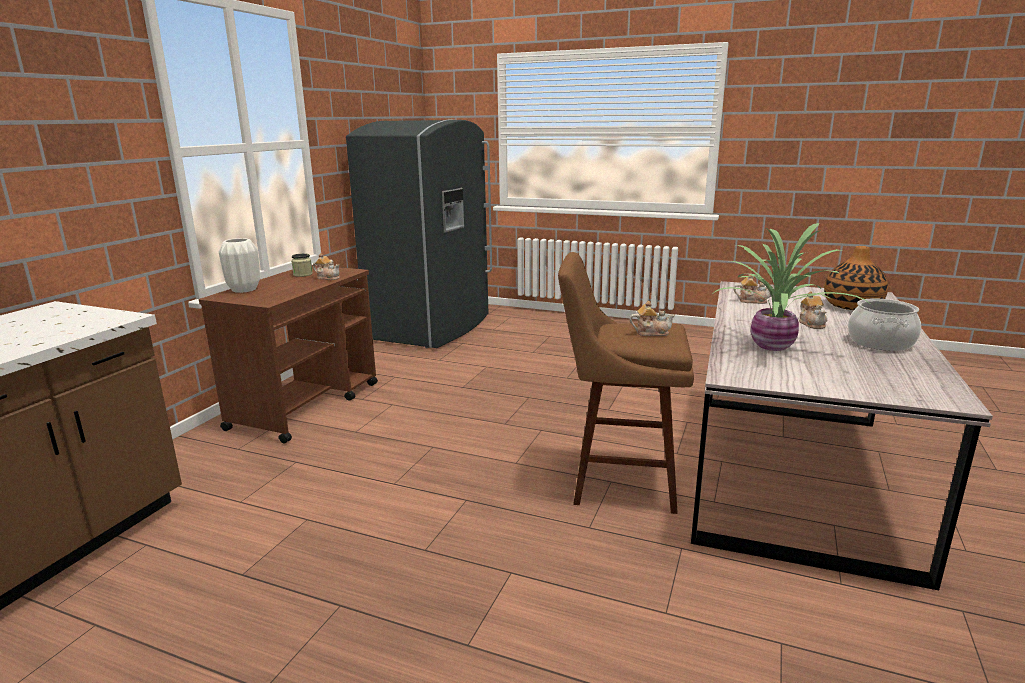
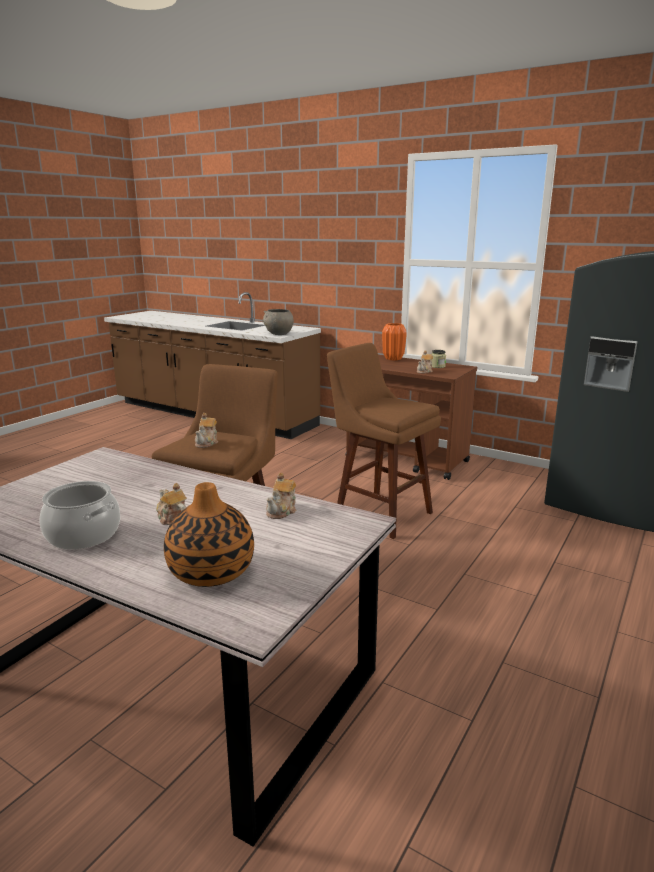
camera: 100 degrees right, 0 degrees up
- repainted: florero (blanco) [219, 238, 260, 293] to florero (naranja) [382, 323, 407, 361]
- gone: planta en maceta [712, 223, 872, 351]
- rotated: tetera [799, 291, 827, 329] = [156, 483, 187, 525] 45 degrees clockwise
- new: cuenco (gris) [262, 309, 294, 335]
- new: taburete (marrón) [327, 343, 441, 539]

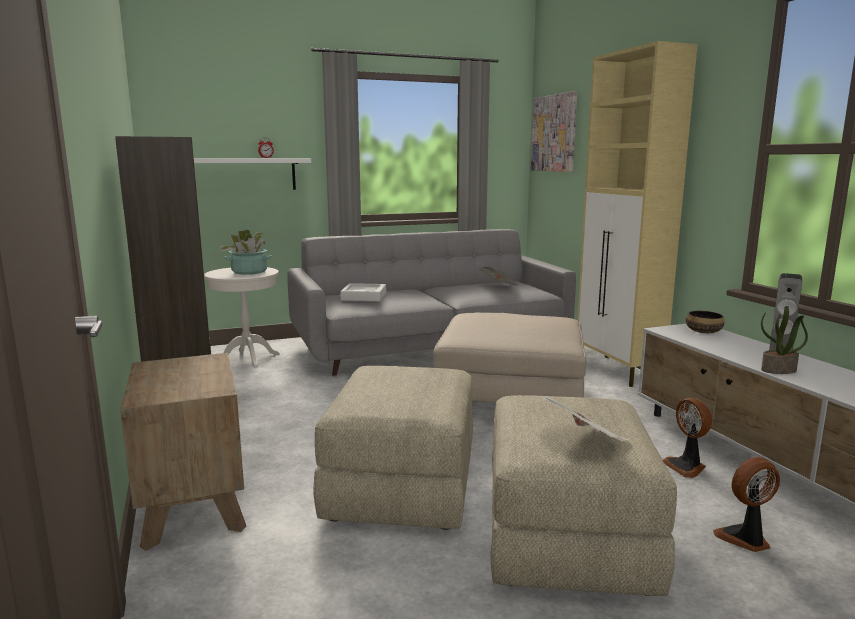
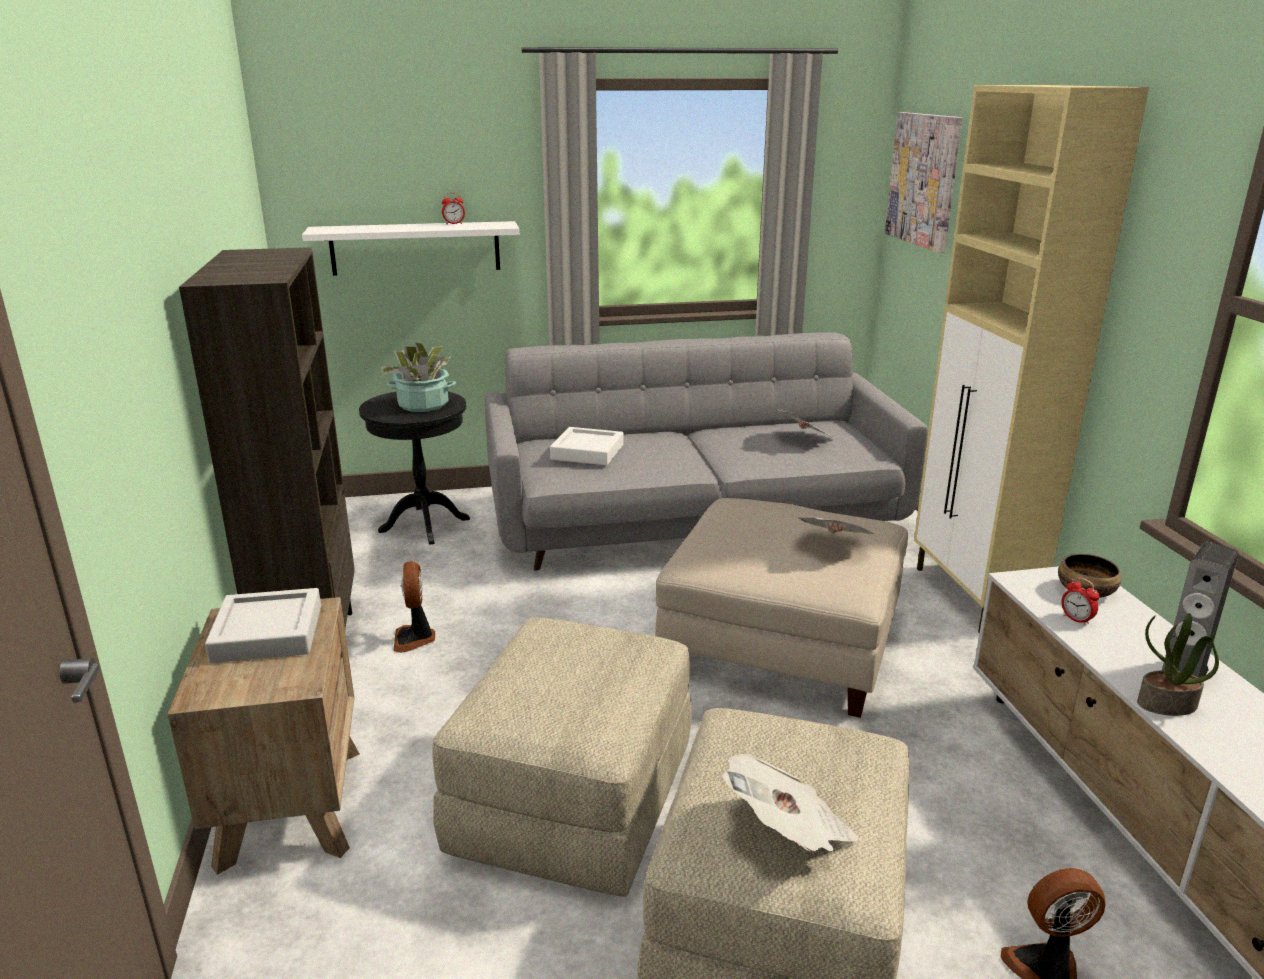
camera: 10 degrees right, 10 degrees up
- repainted: mesa auxiliar (blanco) [204, 267, 280, 368] to mesa auxiliar (negro) [359, 392, 470, 545]
- shifted: ventilador [663, 398, 712, 478] to [394, 561, 435, 653]
- new: bandeja (gris) [205, 588, 321, 663]
- new: periódico [793, 516, 874, 534]
- new: despertador [1061, 577, 1099, 626]

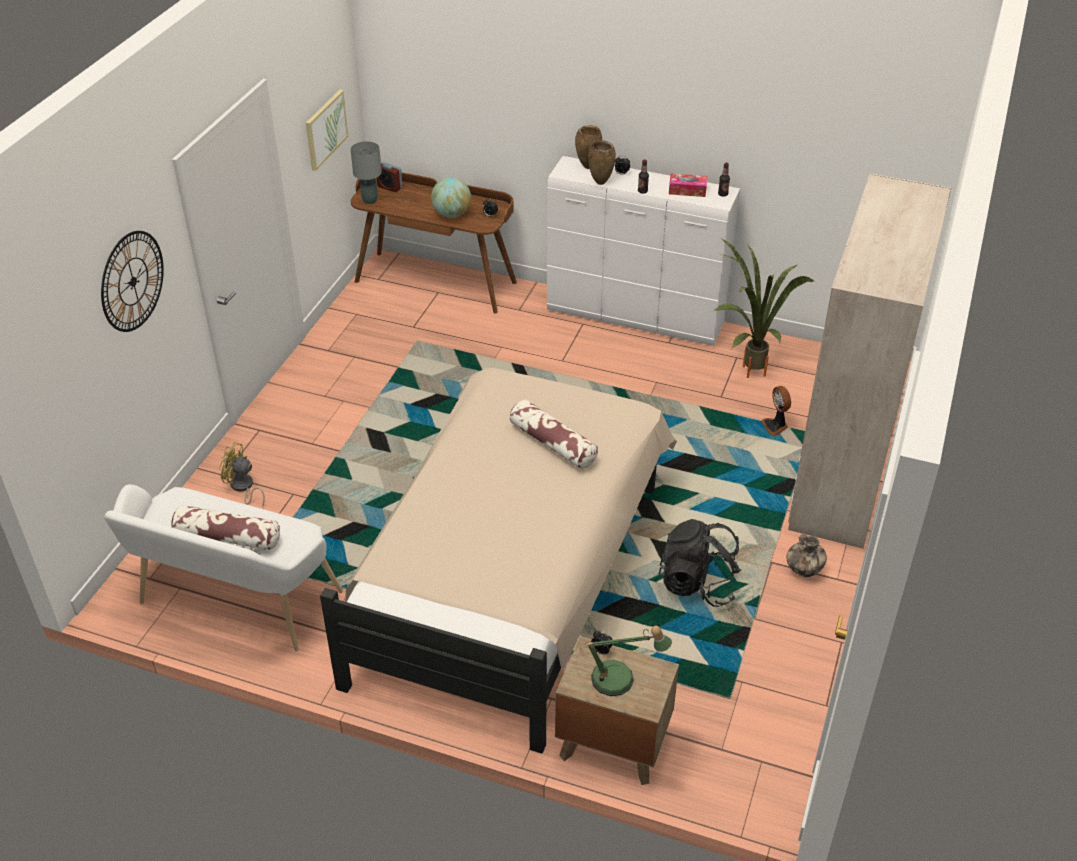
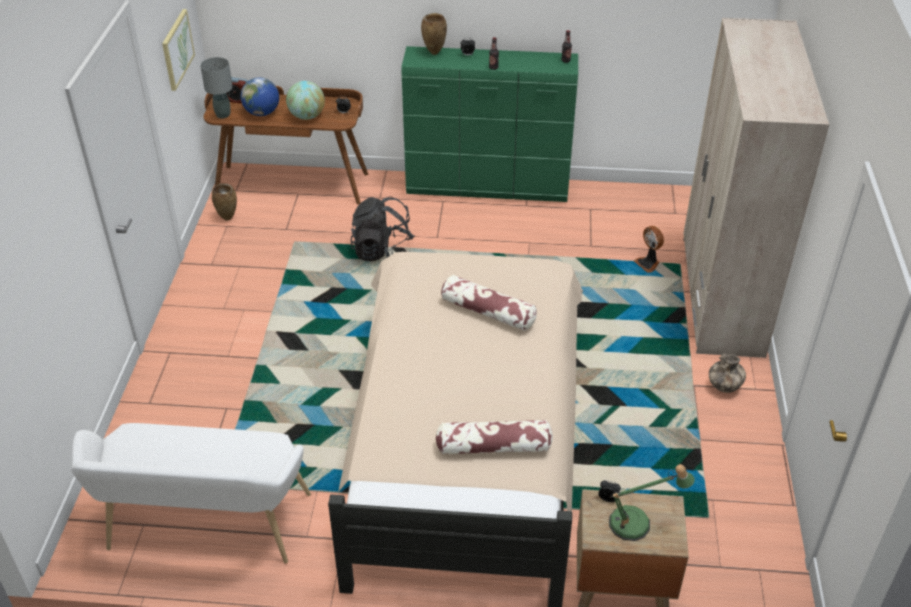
camera: 15 degrees left, 0 degrees up
- gone: reloj de pared [101, 231, 164, 332]
- shifted: cojín [171, 505, 280, 551] to [436, 420, 553, 454]
- gone: ventilador (amarillo) [219, 442, 265, 507]
- repainted: cómoda (blanco) [547, 156, 740, 346] to cómoda (verde) [401, 46, 578, 202]
- shifted: florero (marrón) [588, 140, 616, 185] to [212, 183, 237, 221]
- shifted: mochila (negro) [659, 519, 741, 607] to [351, 196, 415, 261]
- gone: caja de pañuelos [669, 173, 707, 197]
- gone: planta en maceta [714, 239, 814, 378]
- new: globo terráqueo [241, 77, 279, 116]

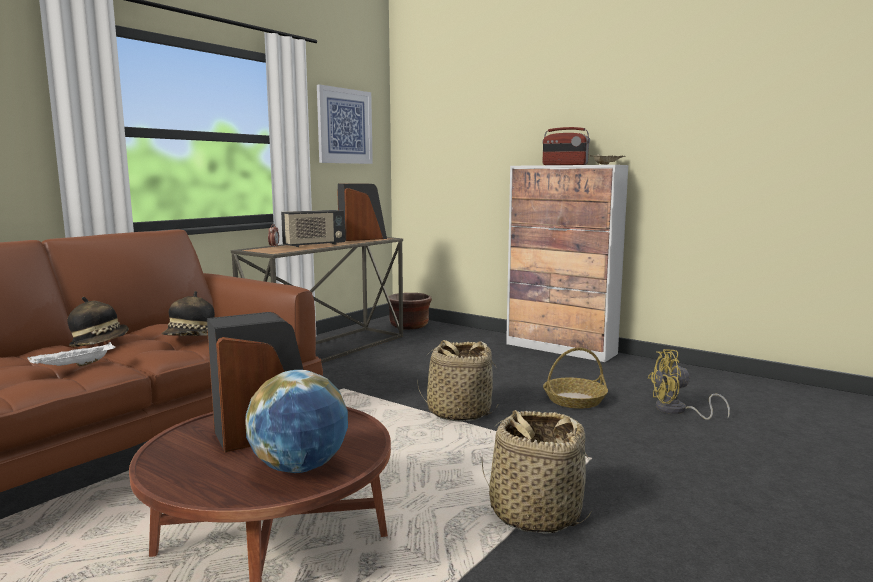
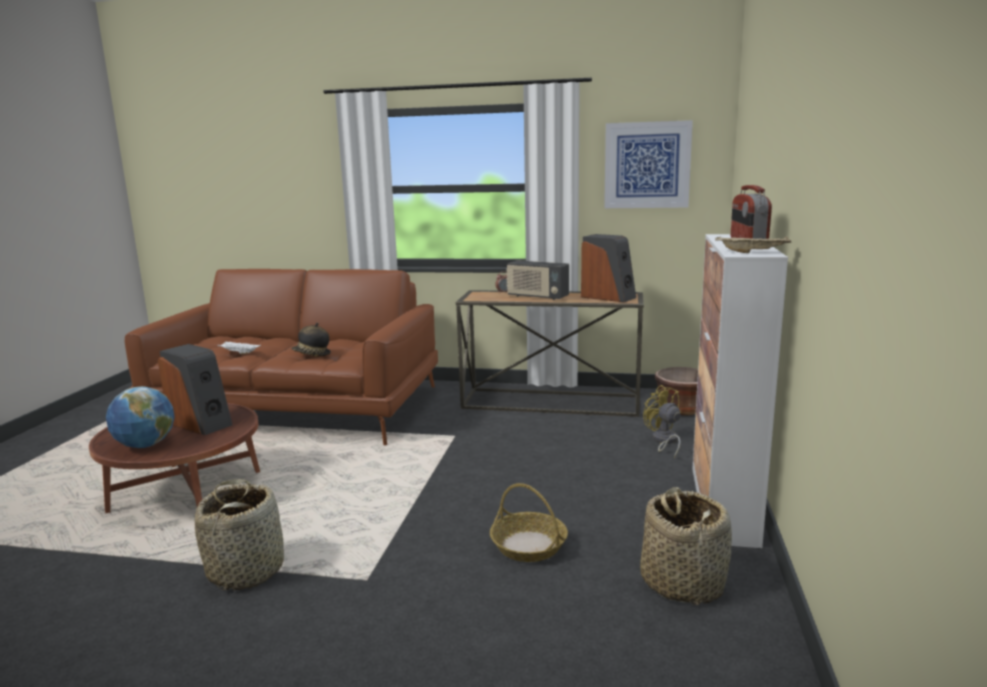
camera: 65 degrees right, 5 degrees up
- gone: sombrero [67, 297, 129, 347]
- shifted: cesta [417, 340, 499, 421] to [640, 487, 732, 605]
- shifted: ventilador (amarillo) [648, 349, 730, 420] to [643, 385, 681, 458]

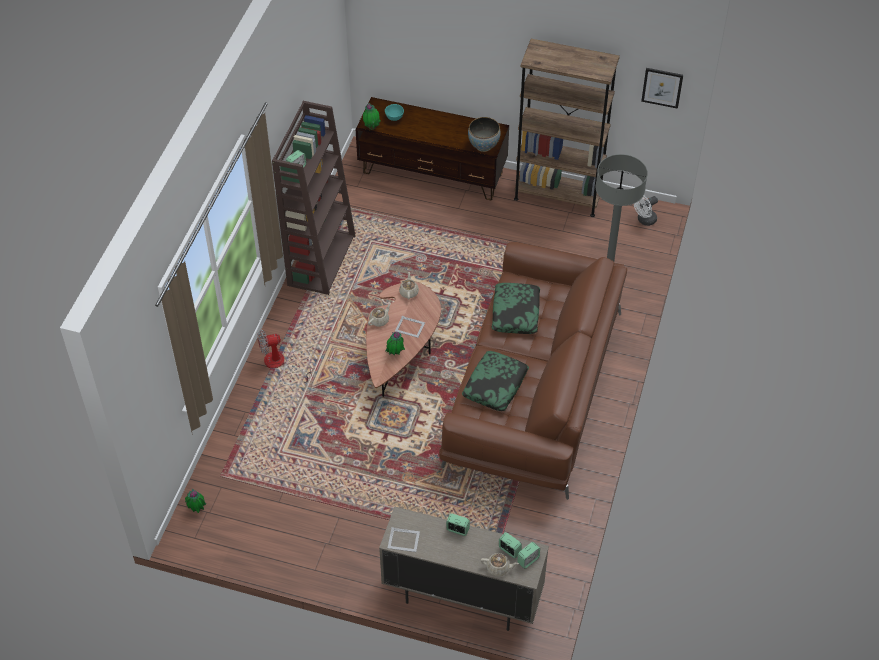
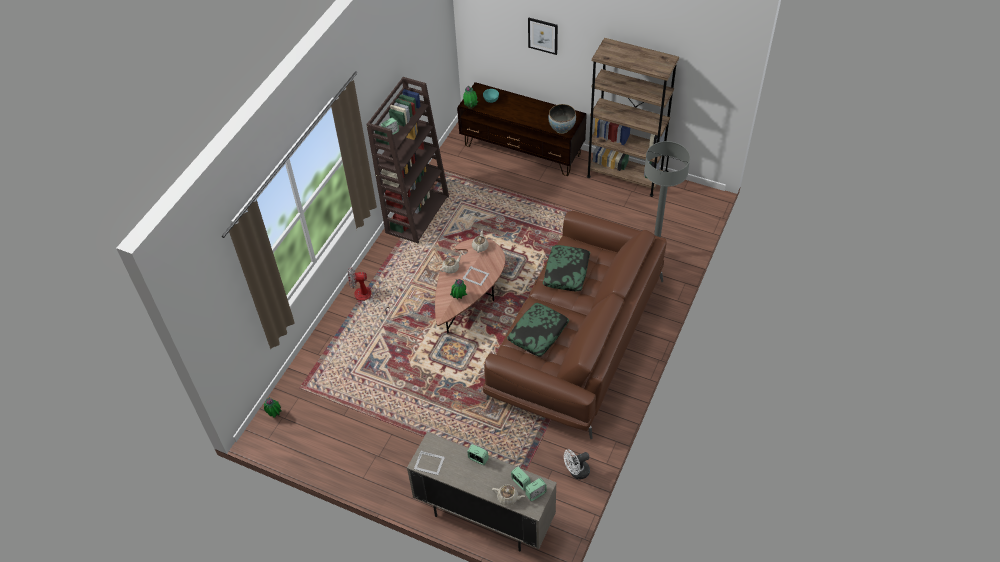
camera: 10 degrees right, 0 degrees up
- shifted: ventilador (blanco) [634, 196, 658, 226] to [564, 449, 590, 479]
- shifted: cuadro [641, 68, 683, 109] to [528, 18, 558, 55]

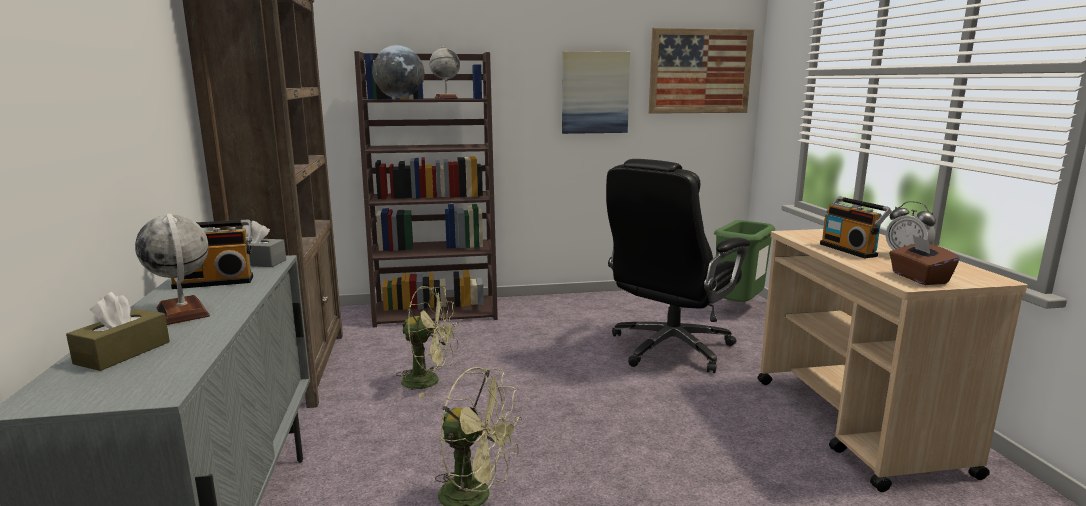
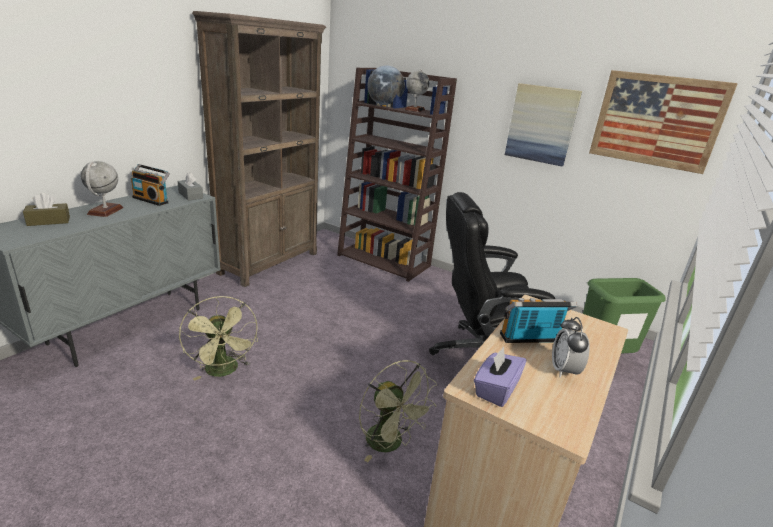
camera: 40 degrees right, 10 degrees up
- shifted: ventilador (verde) [396, 286, 459, 397] to [359, 360, 437, 462]
- rotated: radio [820, 197, 892, 258] = [500, 298, 578, 343] 60 degrees clockwise
- repainted: caja de pañuelos (marrón) [889, 235, 959, 285] to caja de pañuelos (morado) [474, 347, 526, 407]

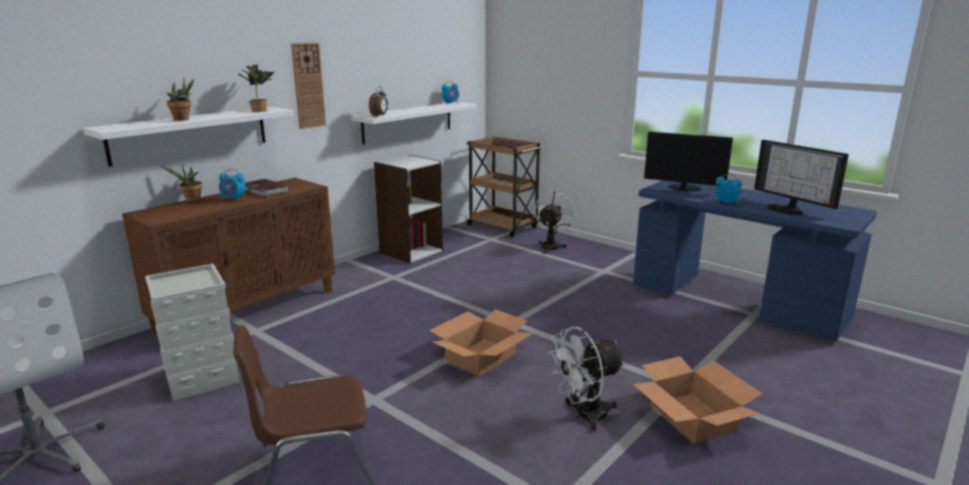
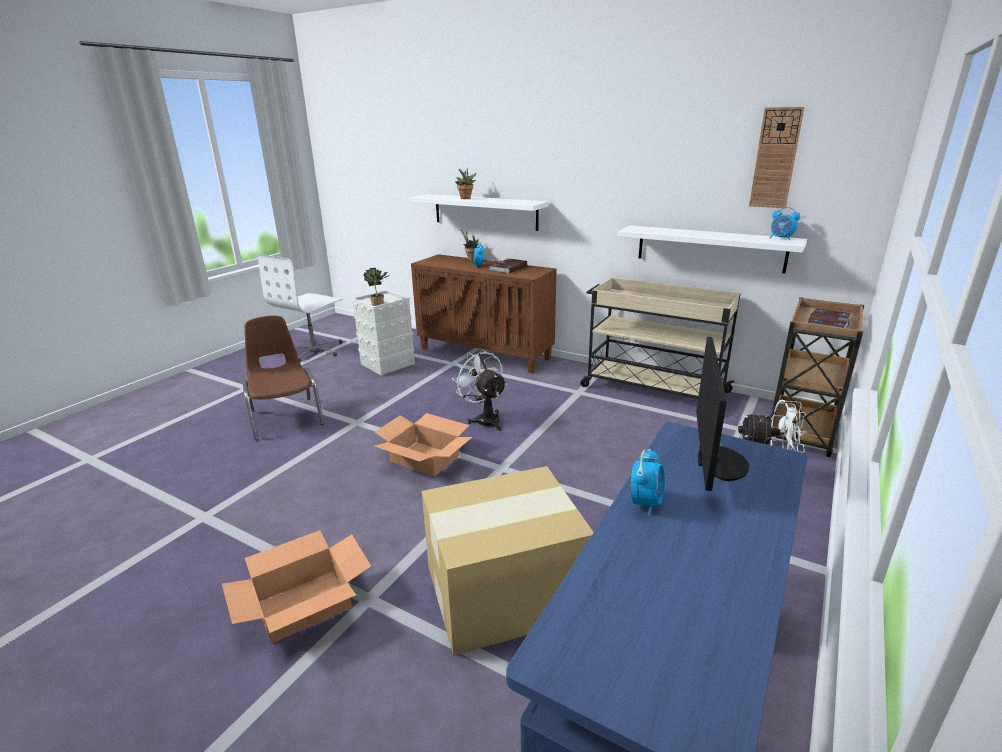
camera: 80 degrees right, 5 degrees up
- shifted: planta en maceta [238, 64, 274, 112] to [363, 268, 389, 306]
- shifted: reloj de pared [291, 43, 326, 129] to [749, 107, 805, 208]
- gone: despertador [369, 86, 388, 117]
- swapped: estantería (blanco) [374, 155, 443, 263] to carrito (beis) [580, 277, 740, 399]
- shifted: ventilador (blanco) [548, 327, 625, 431] to [452, 349, 507, 431]
- gone: monitor [754, 140, 849, 215]
- new: caja de cartón [422, 466, 594, 656]

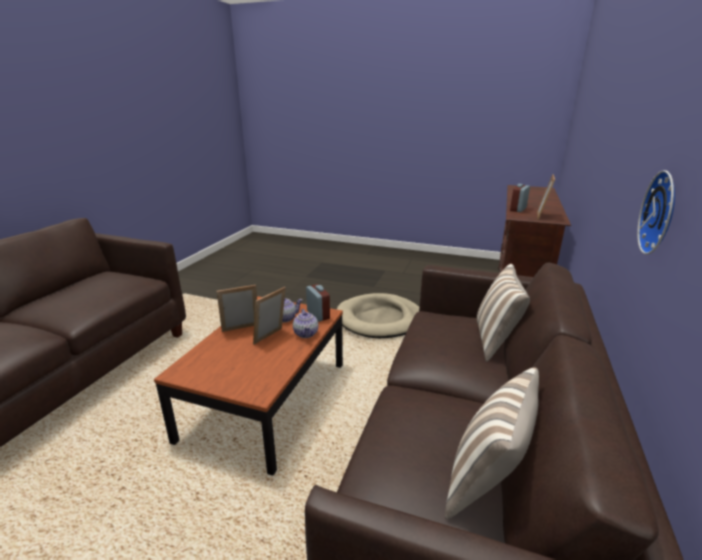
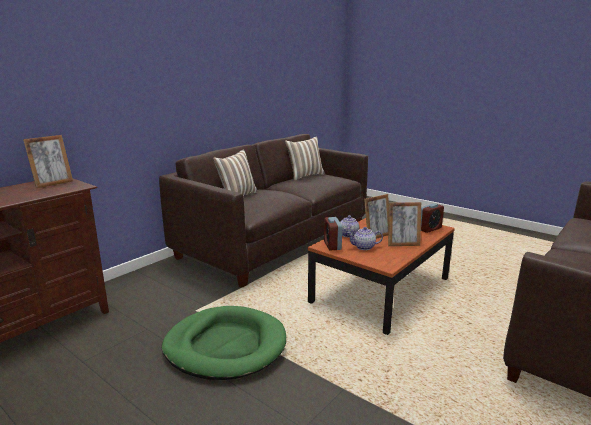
camera: 160 degrees left, 5 degrees down
- repainted: cama para perro (beis) [337, 293, 419, 338] to cama para perro (verde) [162, 306, 286, 380]
- shifted: despertador [510, 184, 530, 212] to [421, 203, 444, 233]
- gone: reloj de pared [637, 170, 675, 254]

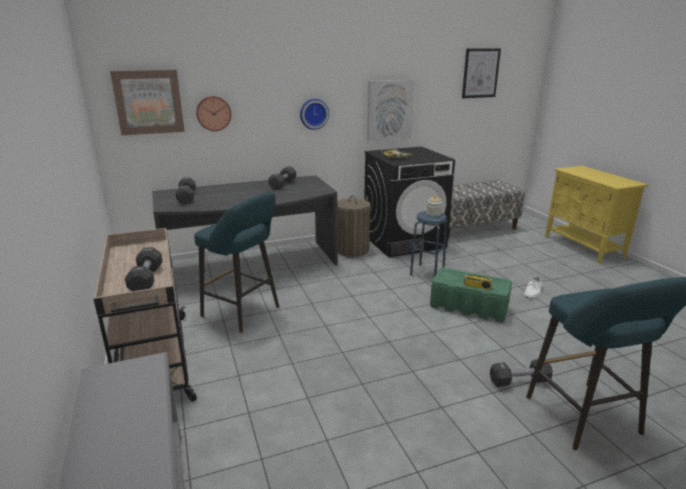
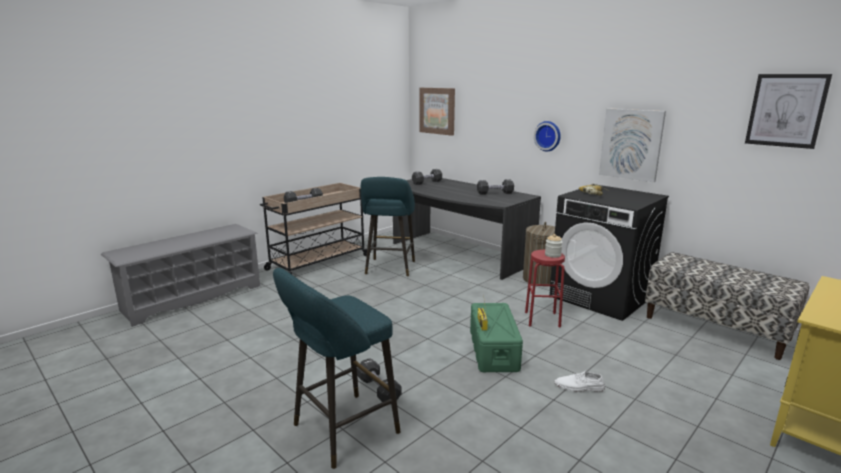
camera: 65 degrees right, 5 degrees down
- gone: reloj de pared [196, 96, 231, 131]
- repainted: taburete (azul) [410, 211, 447, 276] to taburete (rojo) [525, 250, 565, 327]

